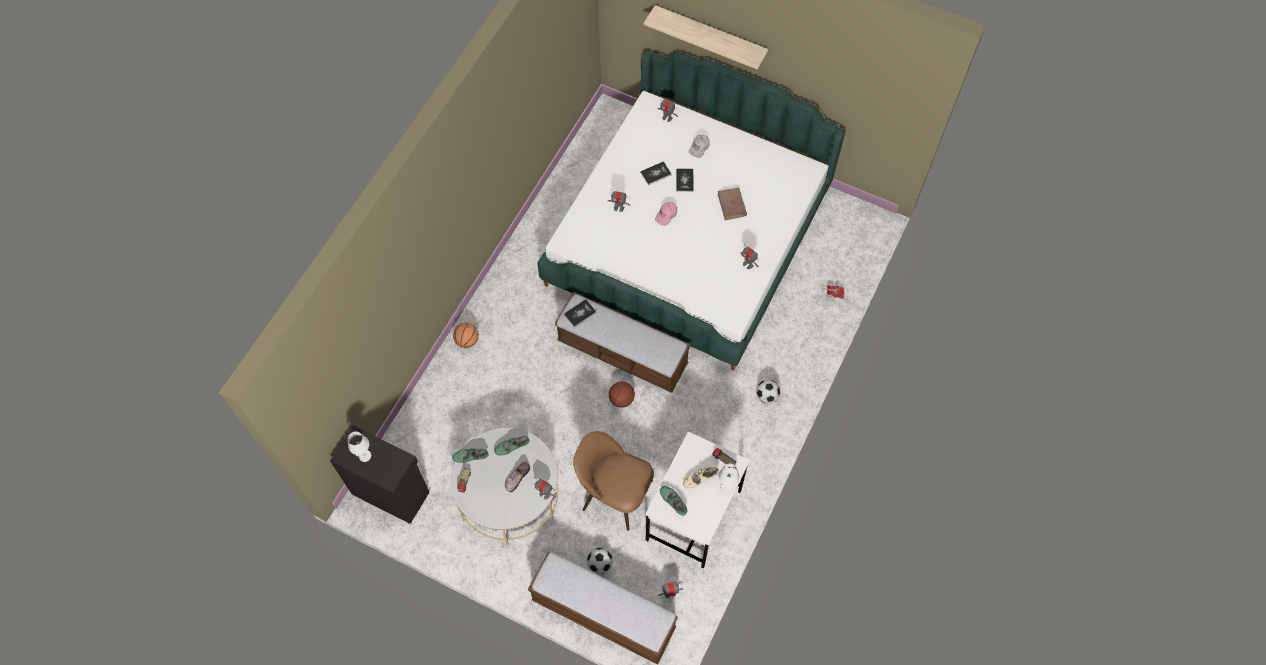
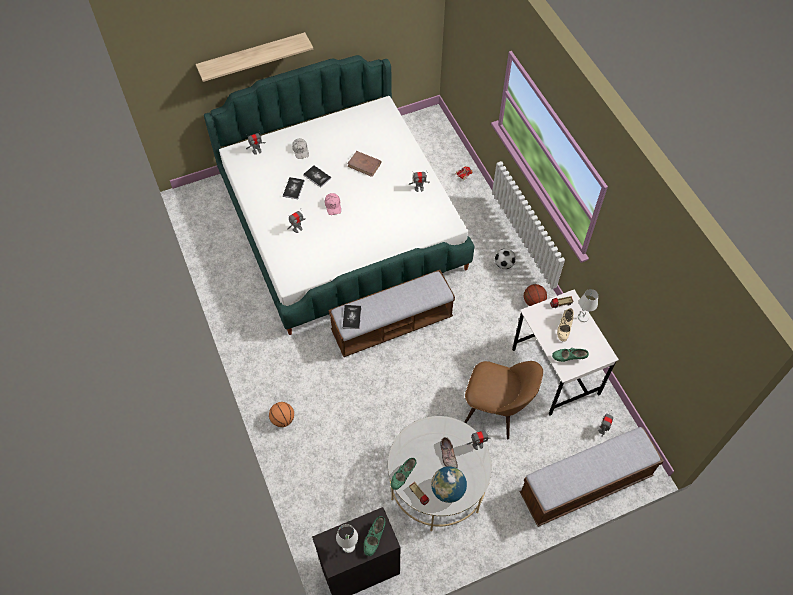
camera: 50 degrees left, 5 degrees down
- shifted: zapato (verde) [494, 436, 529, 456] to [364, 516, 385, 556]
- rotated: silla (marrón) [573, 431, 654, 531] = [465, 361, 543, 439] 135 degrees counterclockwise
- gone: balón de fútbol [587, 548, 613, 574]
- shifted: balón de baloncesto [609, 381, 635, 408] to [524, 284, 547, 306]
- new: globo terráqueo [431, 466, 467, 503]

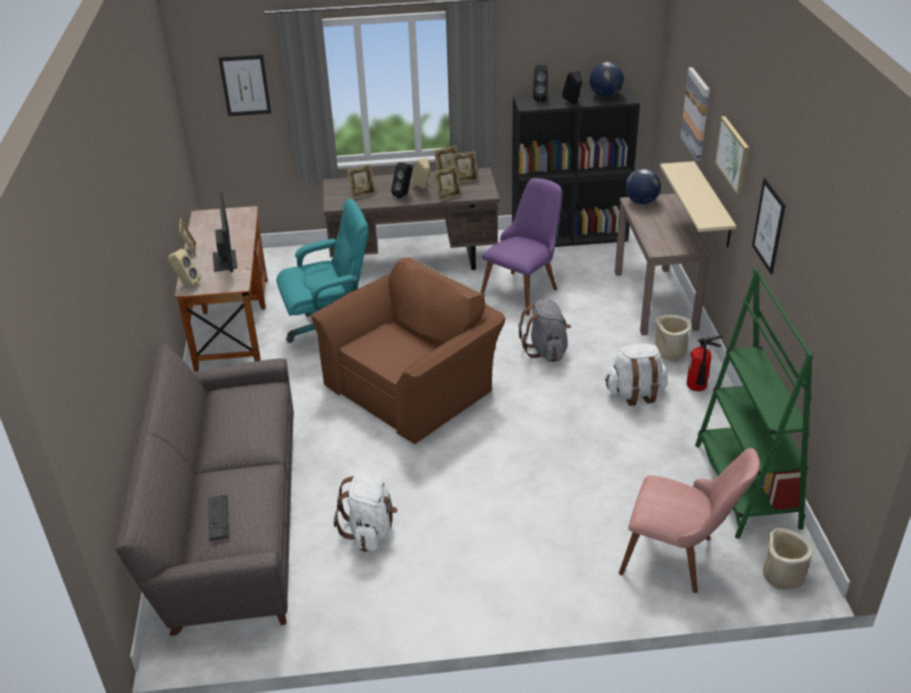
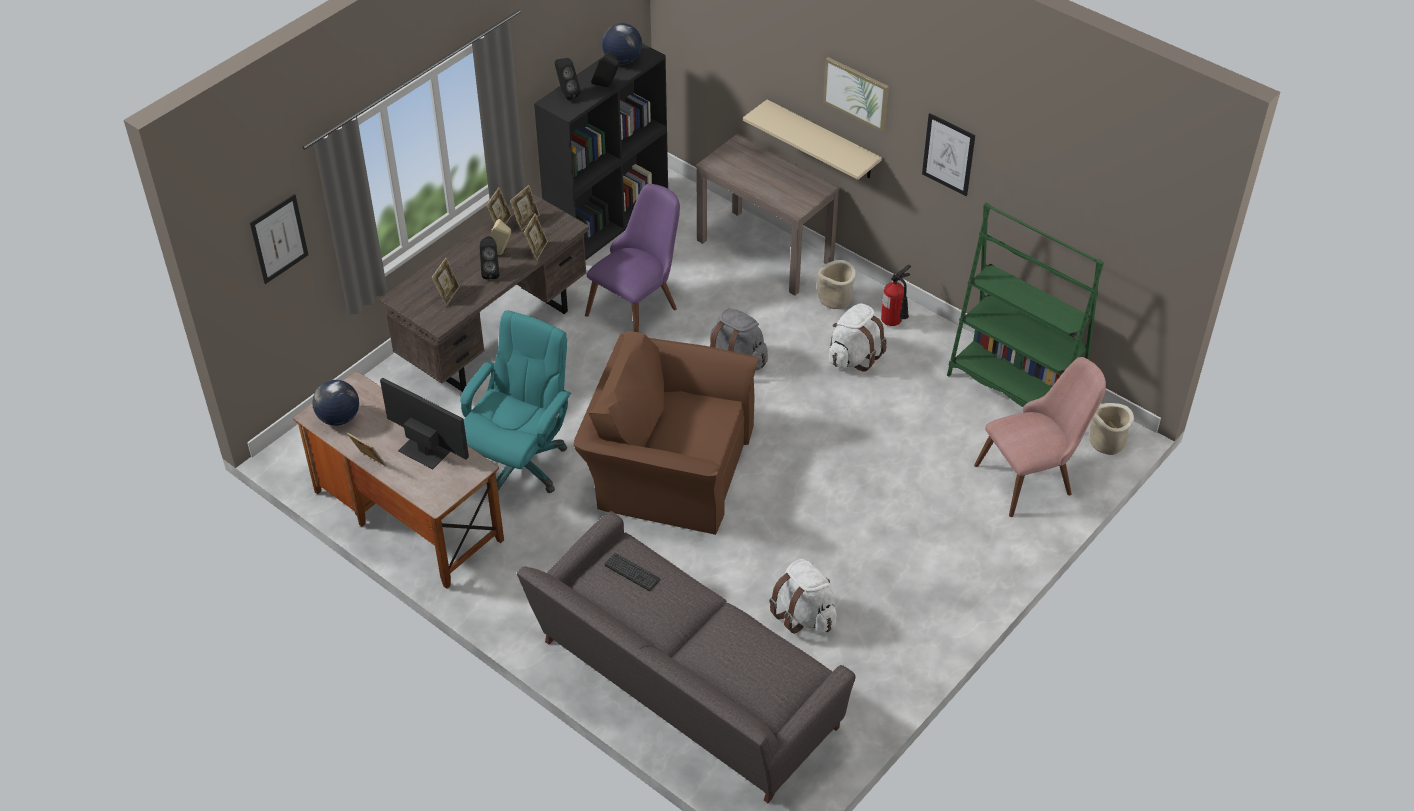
camera: 45 degrees left, 10 degrees up
- gone: altavoz (beis) [168, 249, 201, 287]
- shifted: teclado [209, 495, 229, 541] to [604, 553, 660, 591]
- rotated: sillón (marrón) [311, 257, 506, 444] = [574, 331, 758, 535] 75 degrees counterclockwise
- rotated: silla (morado) [480, 178, 562, 316] = [585, 184, 680, 332] 45 degrees clockwise
- shifted: globo terráqueo [625, 169, 661, 204] to [312, 380, 359, 426]
- gone: cuadro [680, 67, 710, 161]

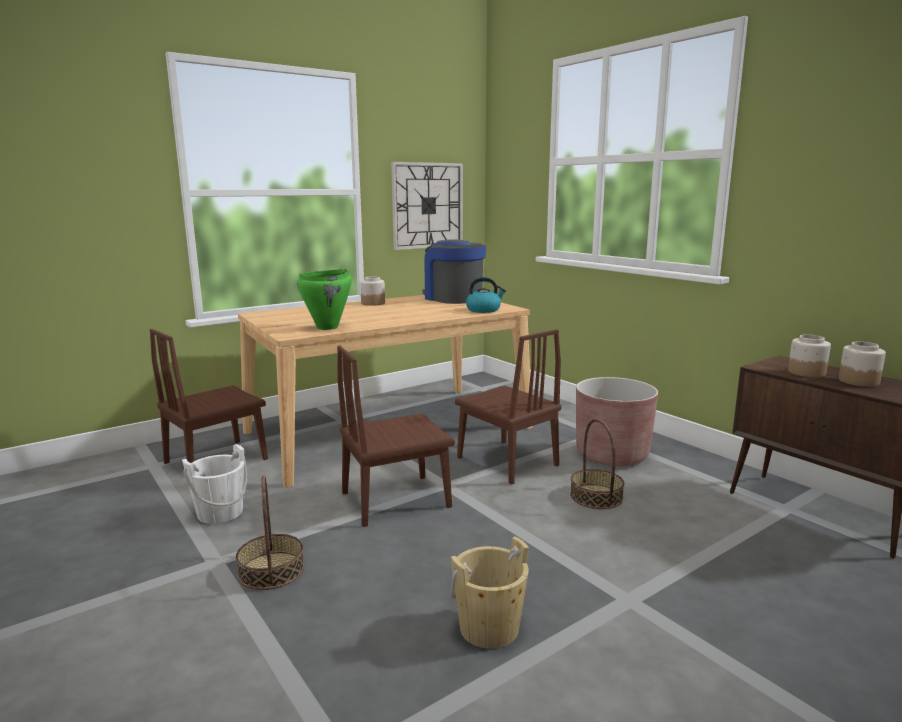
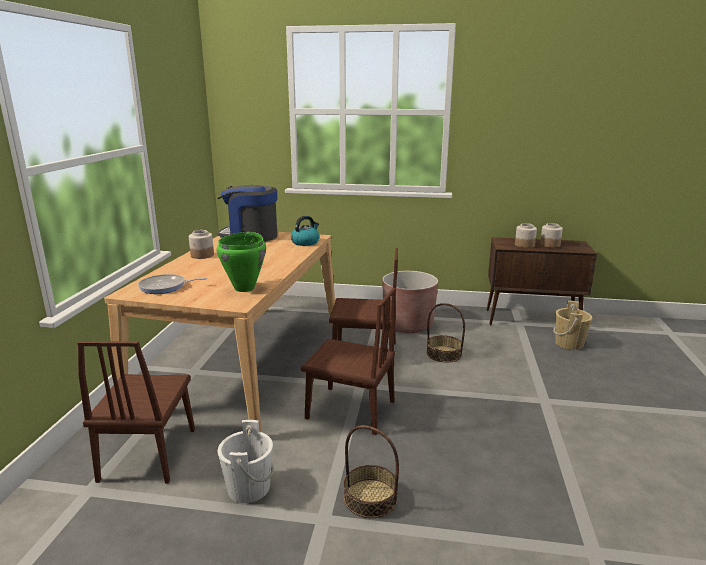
camera: 45 degrees left, 5 degrees up
- rotated: silla (marrón) [337, 346, 455, 527] = [301, 288, 396, 435] 90 degrees counterclockwise
- gone: reloj de pared [391, 162, 463, 250]
- shifted: cubo (beis) [451, 536, 529, 649] to [553, 301, 592, 350]
- new: sartén [138, 274, 207, 294]

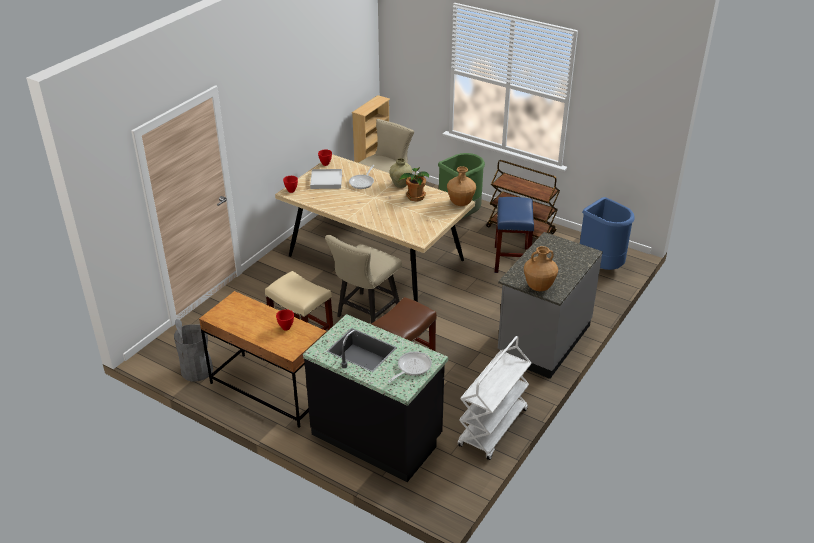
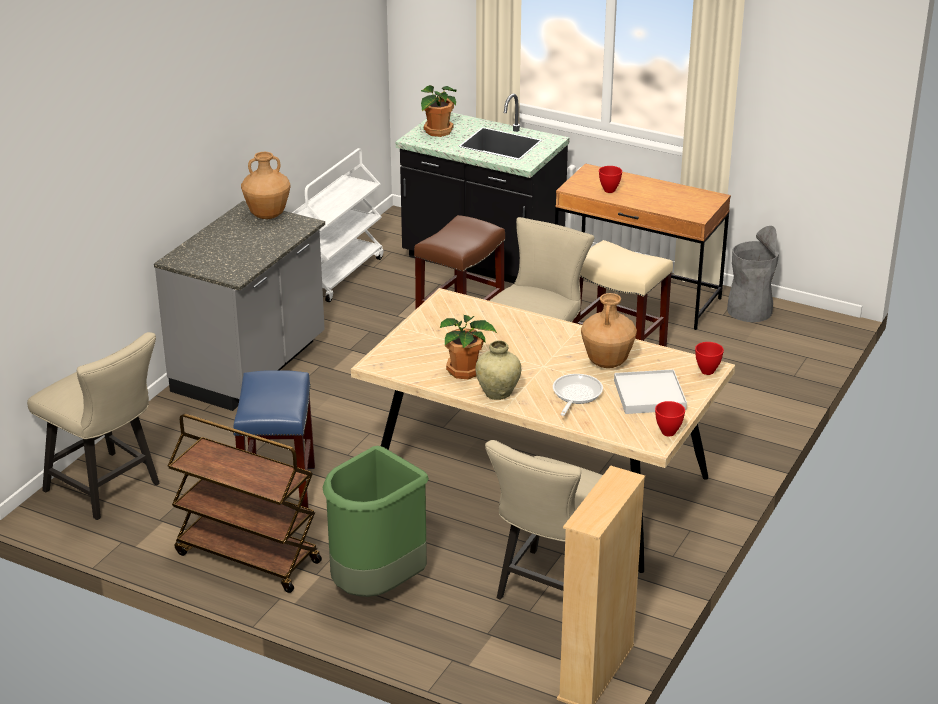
camera: 175 degrees right, 5 degrees down
- swapped: sartén [388, 352, 432, 383] to planta en maceta [421, 85, 457, 137]
- shifted: florero (marrón) [447, 166, 476, 206] to [581, 293, 637, 368]
- swapped: papelera (azul) [580, 197, 635, 270] to silla (beis) [27, 332, 160, 520]

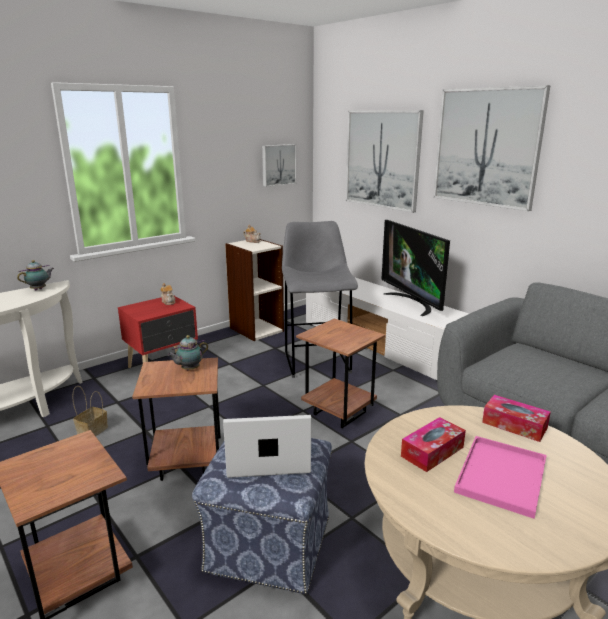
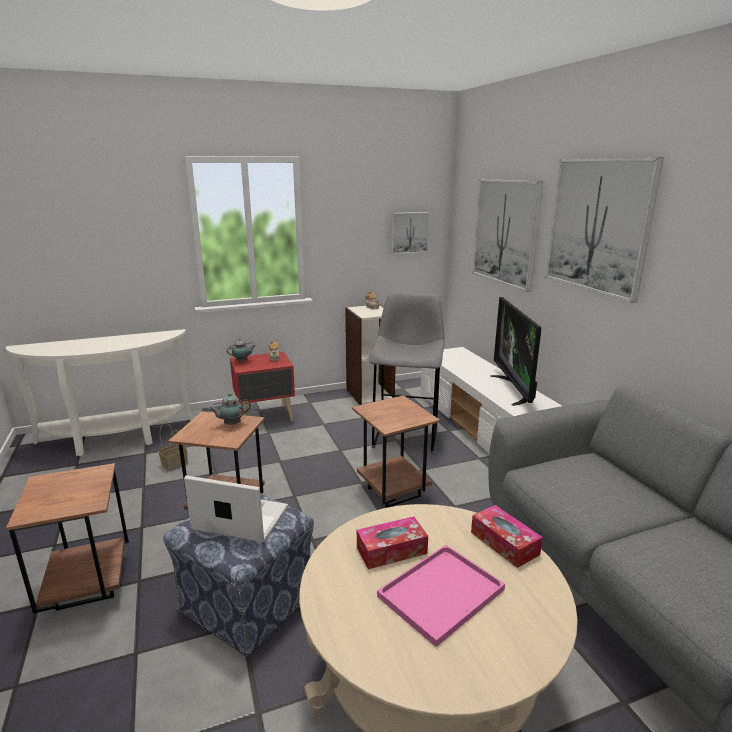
camera: 20 degrees right, 0 degrees up
- shifted: tetera [17, 260, 54, 290] to [227, 338, 256, 362]

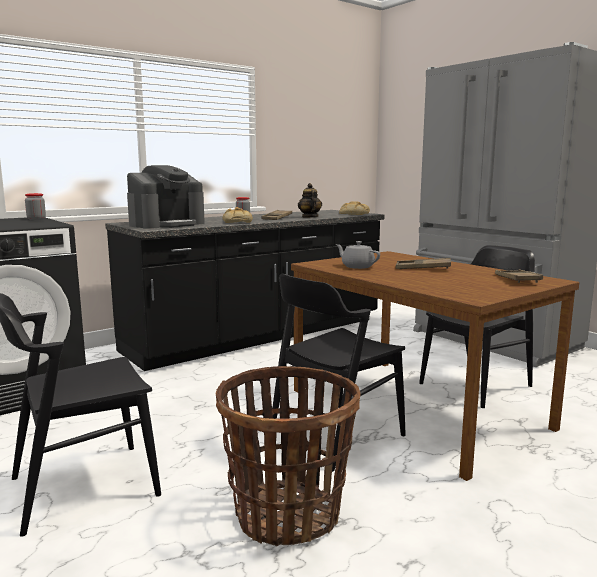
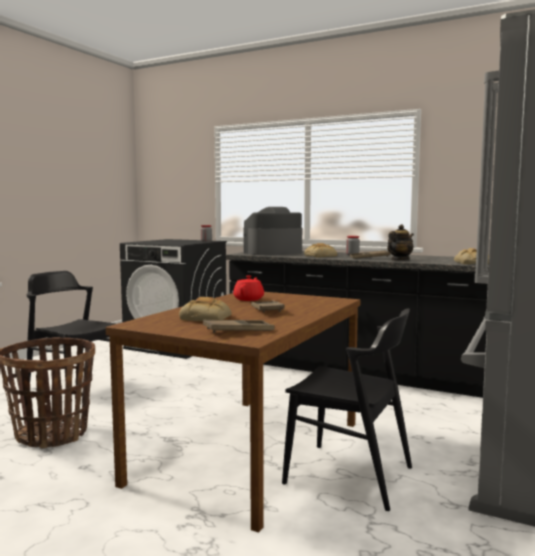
camera: 65 degrees right, 5 degrees down
- rotated: cafetera [127, 165, 205, 229] = [243, 207, 302, 255] 135 degrees clockwise
- gone: silla (negro) [272, 274, 406, 472]
- repainted: tetera (gris) [336, 241, 380, 269] to tetera (rojo) [233, 275, 264, 301]
- new: pan [179, 297, 232, 321]

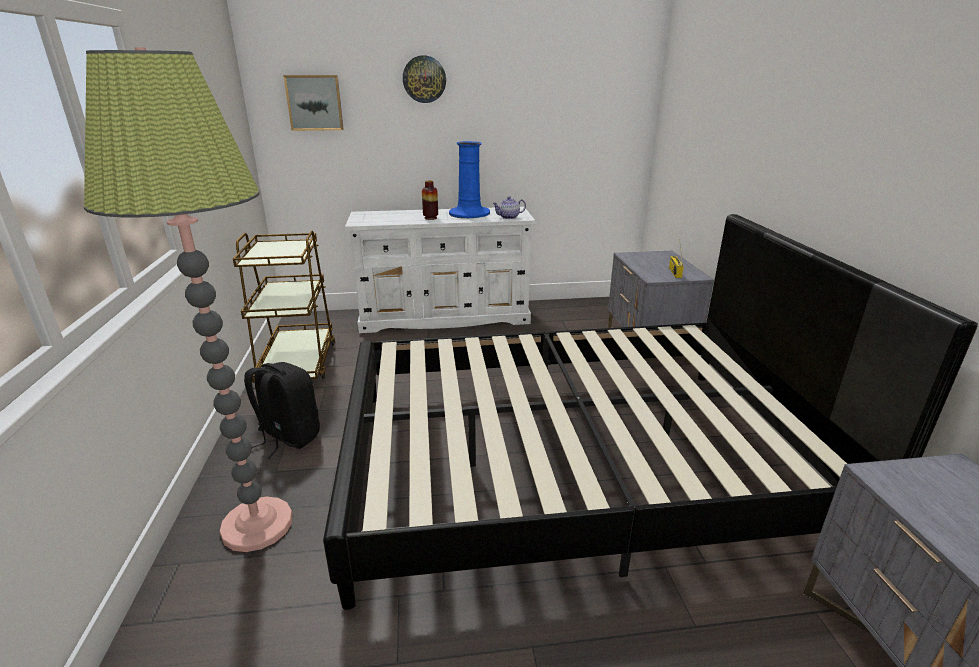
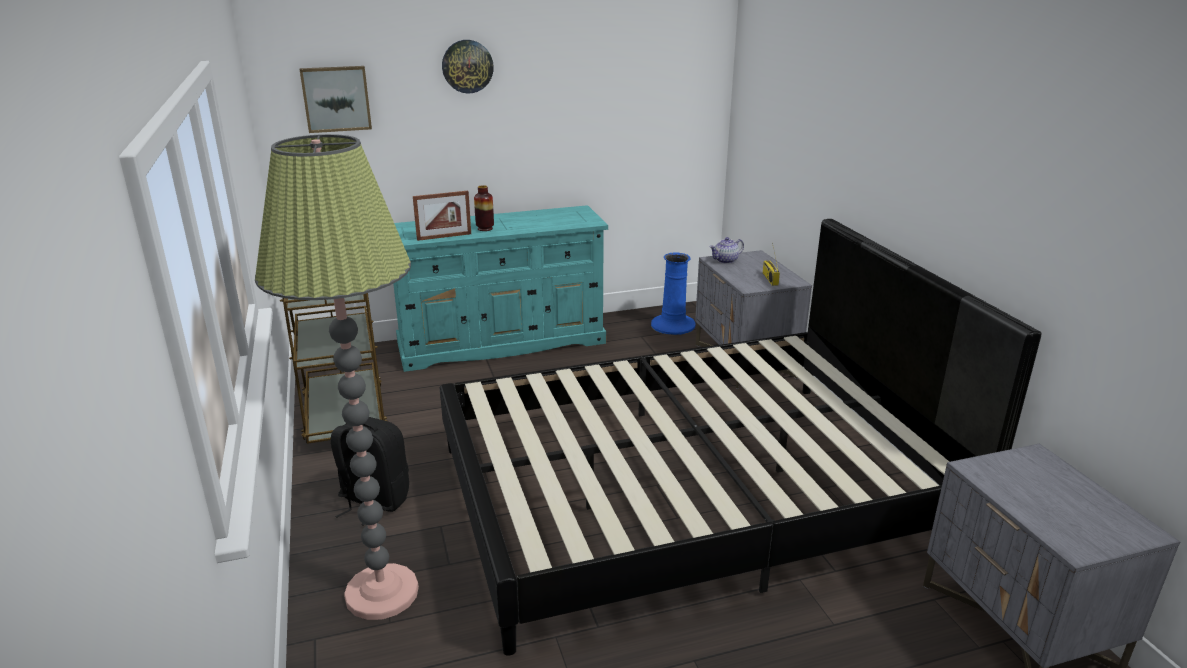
camera: 10 degrees left, 0 degrees up
- repainted: cómoda (blanco) [345, 207, 535, 333] to cómoda (turquesa) [393, 205, 608, 372]
- shifted: florero (azul) [449, 141, 490, 218] to [651, 253, 696, 335]
- shifted: tetera [492, 196, 526, 219] to [710, 237, 744, 264]
- new: portarretratos [413, 191, 471, 241]

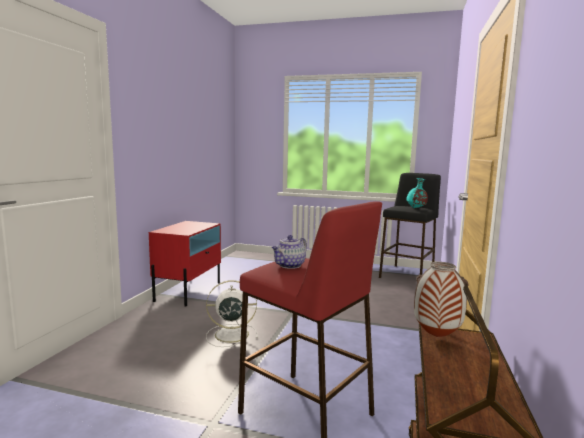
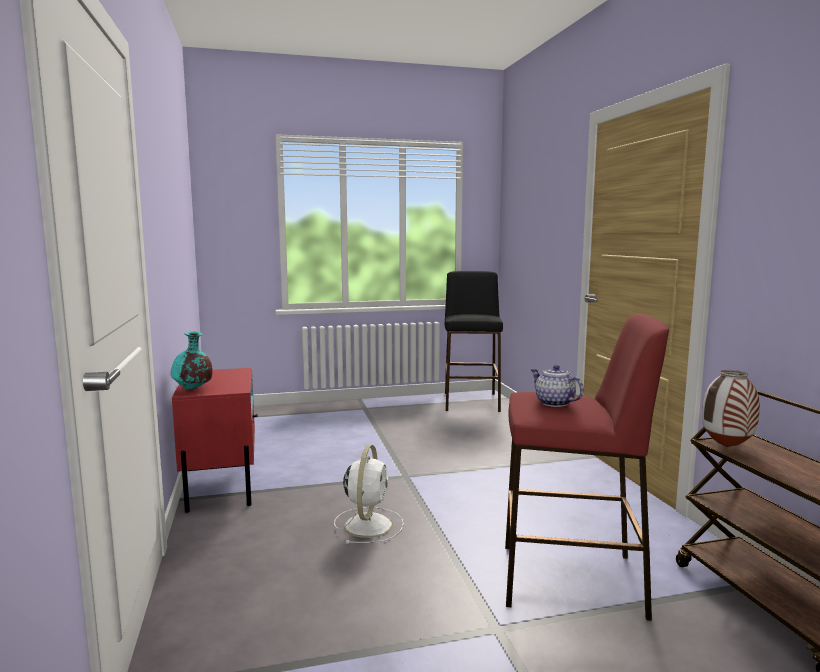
camera: 30 degrees left, 0 degrees up
- rotated: ventilador (blanco) [206, 280, 258, 347] = [334, 445, 404, 544] 135 degrees clockwise
- rotated: tetera [272, 235, 307, 269] = [531, 365, 584, 407] 135 degrees clockwise
- shifted: florero (turquesa) [406, 178, 428, 208] to [171, 331, 213, 390]

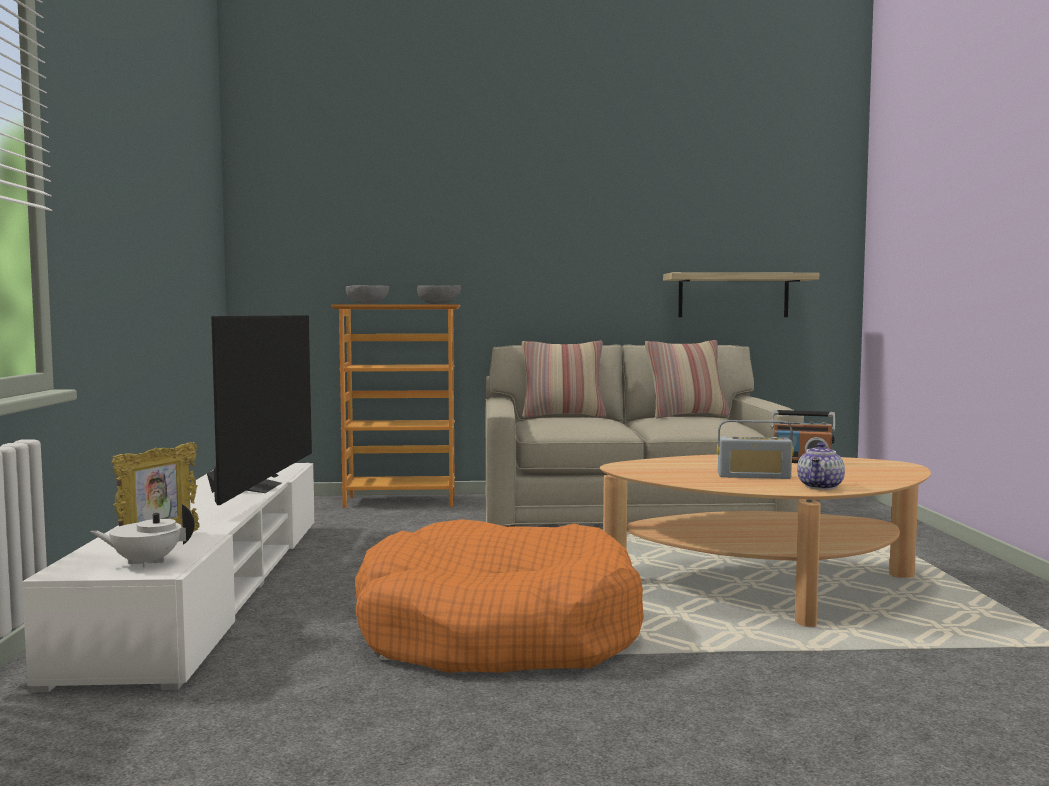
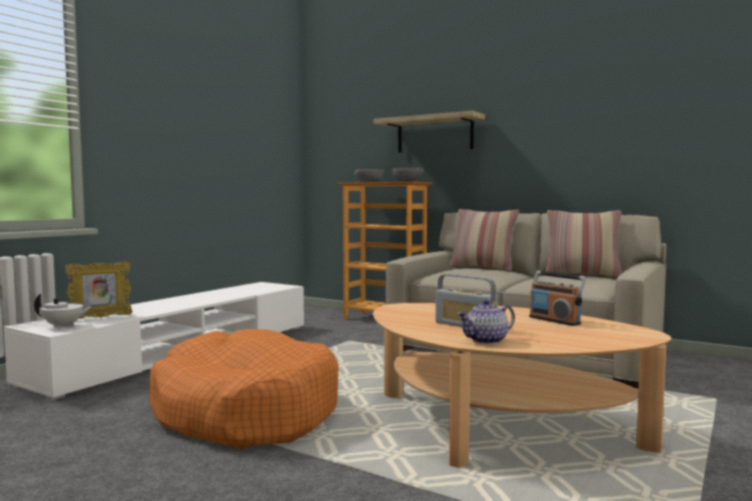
camera: 35 degrees right, 0 degrees up
- rotated: tetera (blanco) [90, 504, 195, 568] = [34, 294, 93, 329] 150 degrees clockwise
- gone: televisor [207, 315, 312, 505]
- shifted: estante [663, 272, 819, 317] to [374, 111, 485, 152]

